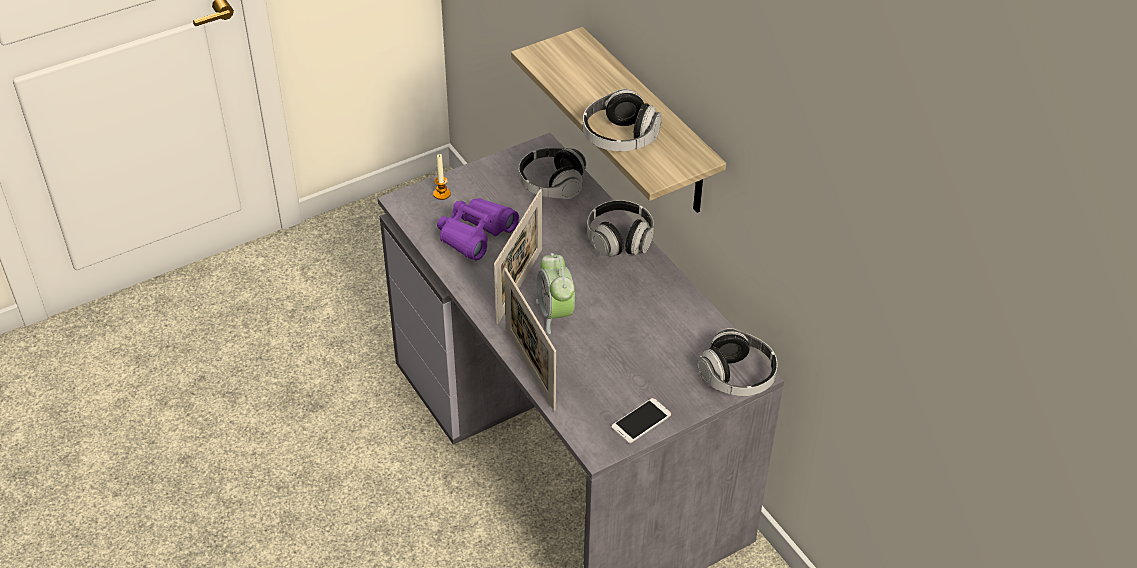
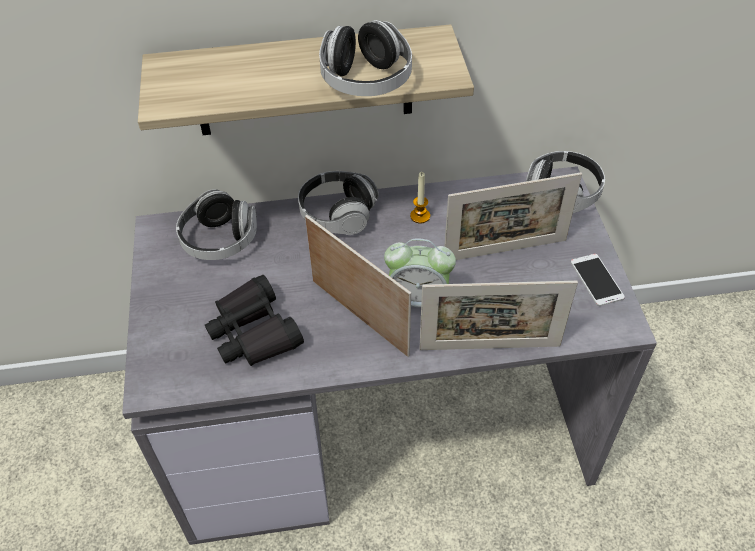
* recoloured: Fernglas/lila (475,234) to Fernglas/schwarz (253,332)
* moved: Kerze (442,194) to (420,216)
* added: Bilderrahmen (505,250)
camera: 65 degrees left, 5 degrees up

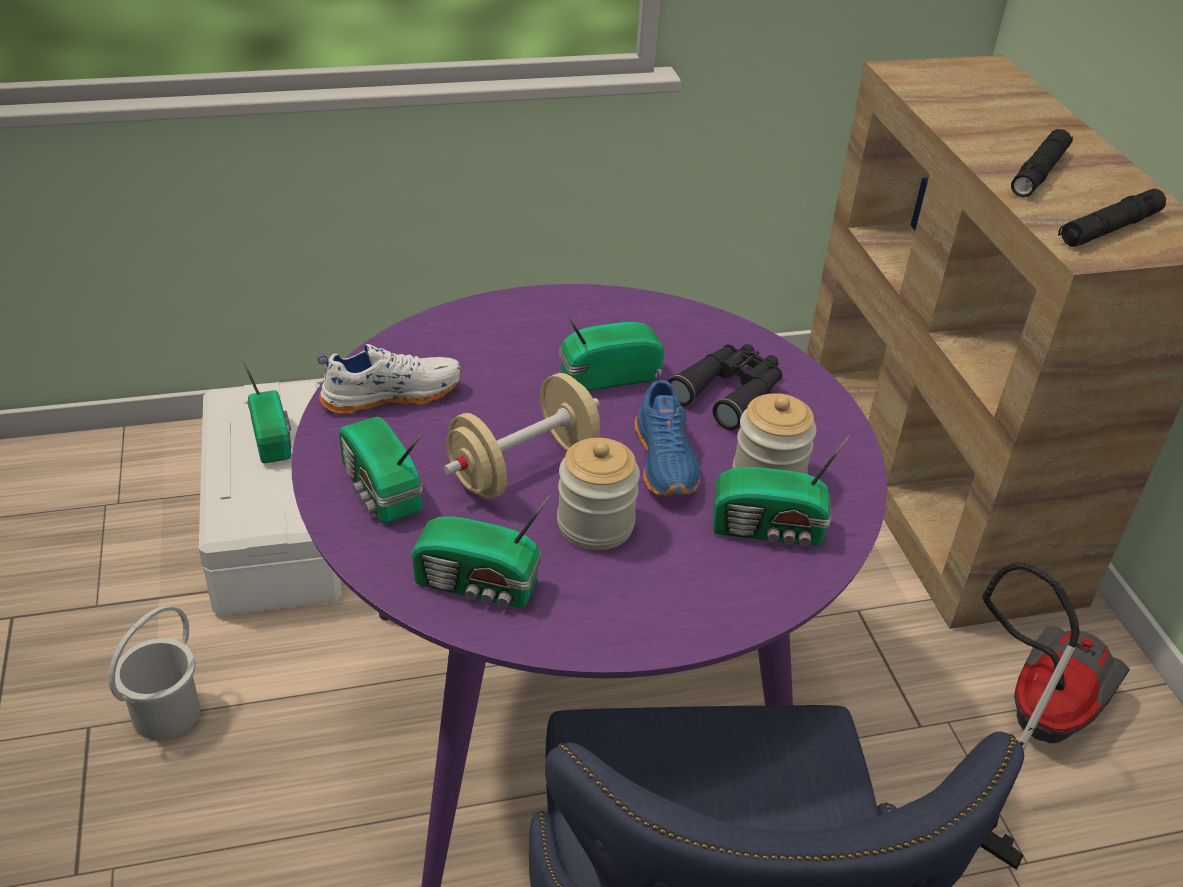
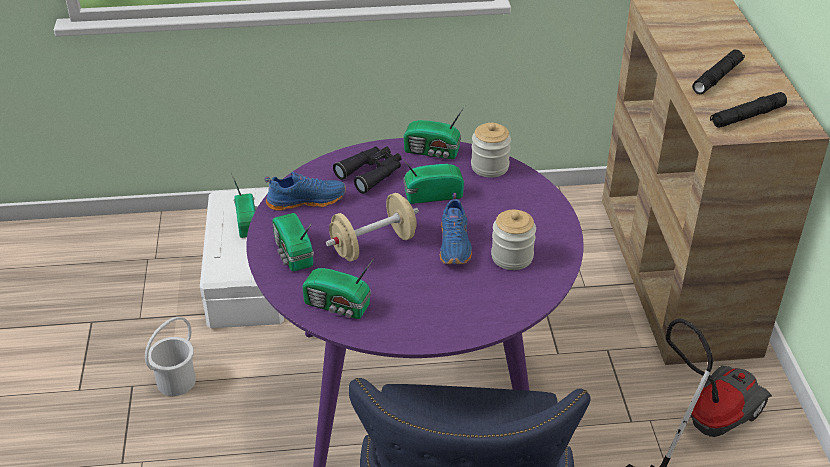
* recoloured: Schuh/weiß (391,394) to Schuh/blau (306,200)
* moved: Fernglas/schwarz (730,392) to (371,173)
* moved: Radio (770,529) to (433,152)
* moved: Vorratsglas (595,524) to (489,167)
camera: 10 degrees right, 0 degrees up

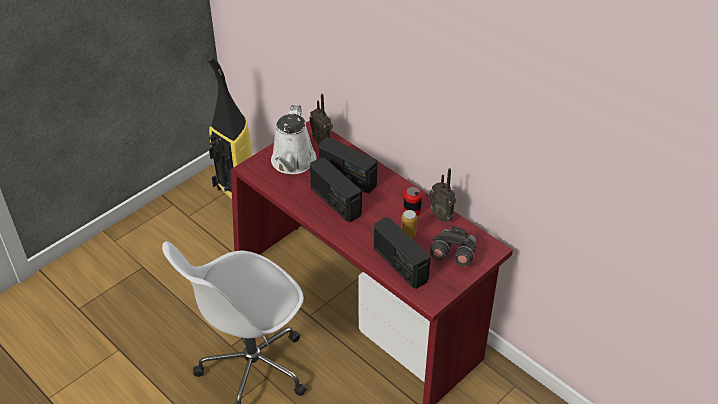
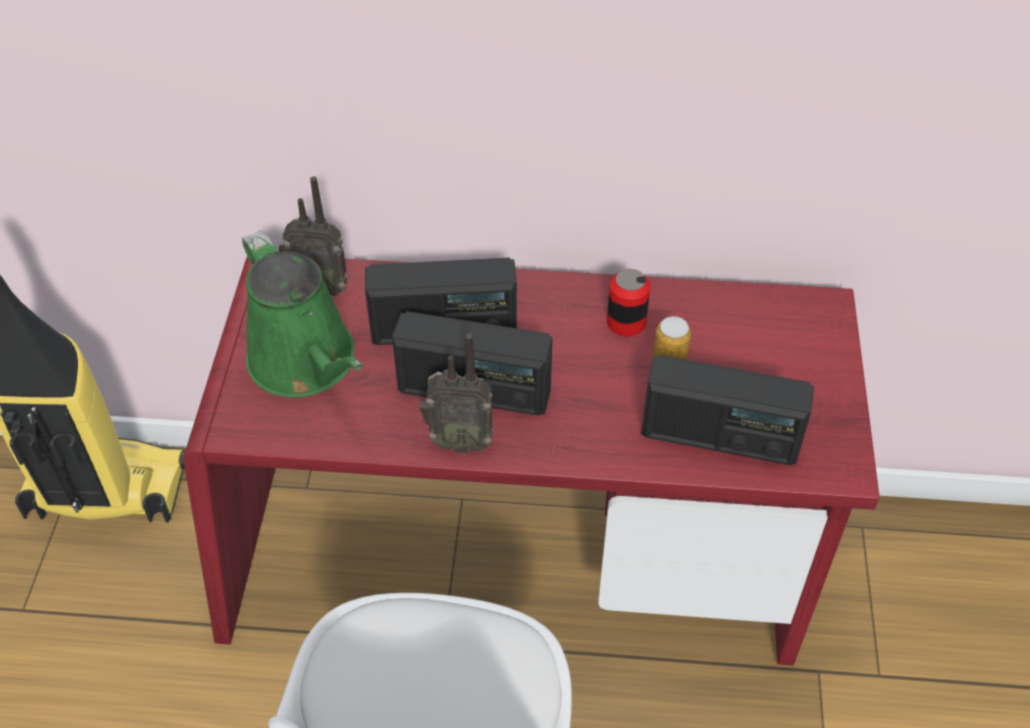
* recoloured: Gießkanne/weiß (292,163) to Gießkanne/grün (307,364)
* moved: Radio (442,216) to (459,441)
* removed: Fernglas/grau (452,255)
camera: 40 degrees left, 5 degrees up

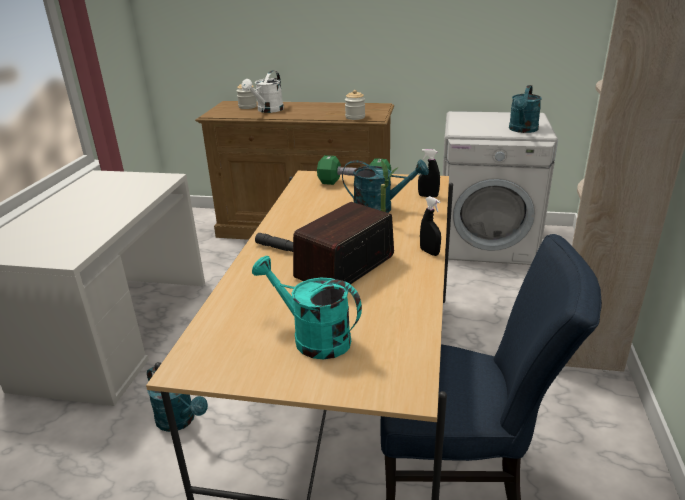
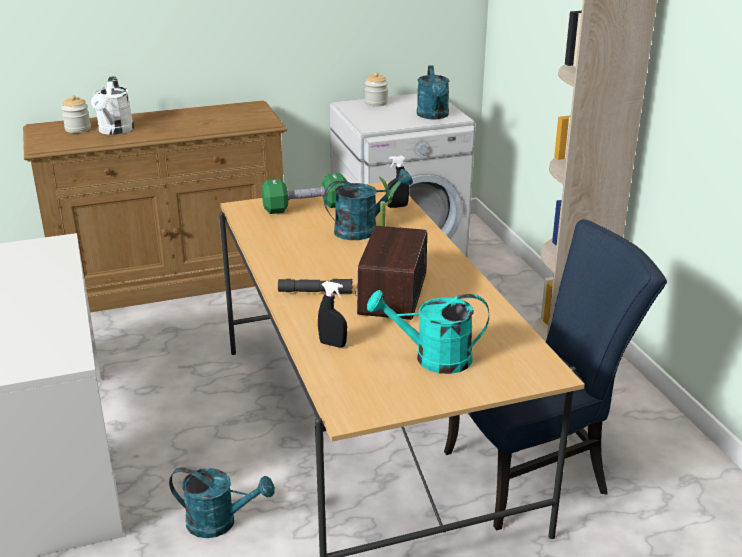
* moved: Sprühflasche/schwarz (429,252) to (332,344)
* moved: Vorratsglas (355,117) to (376,103)
camera: 30 degrees left, 0 degrees up

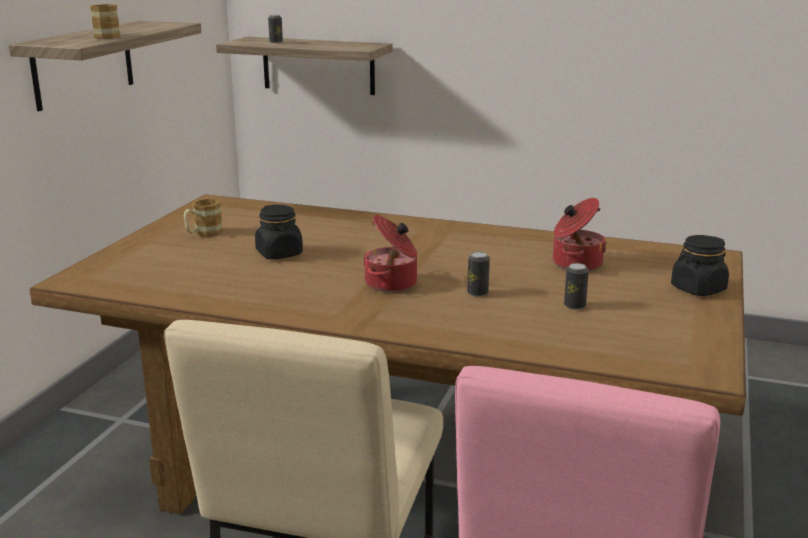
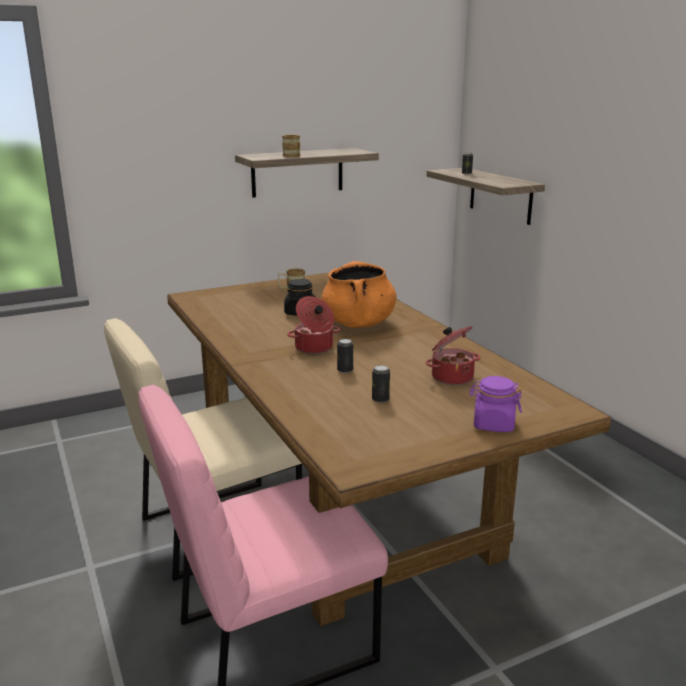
* added: Kochtopf/orange (358,323)
* recoloured: Vorratsglas/schwarz (698,289) to Vorratsglas/lila (493,424)
camera: 45 degrees right, 0 degrees up

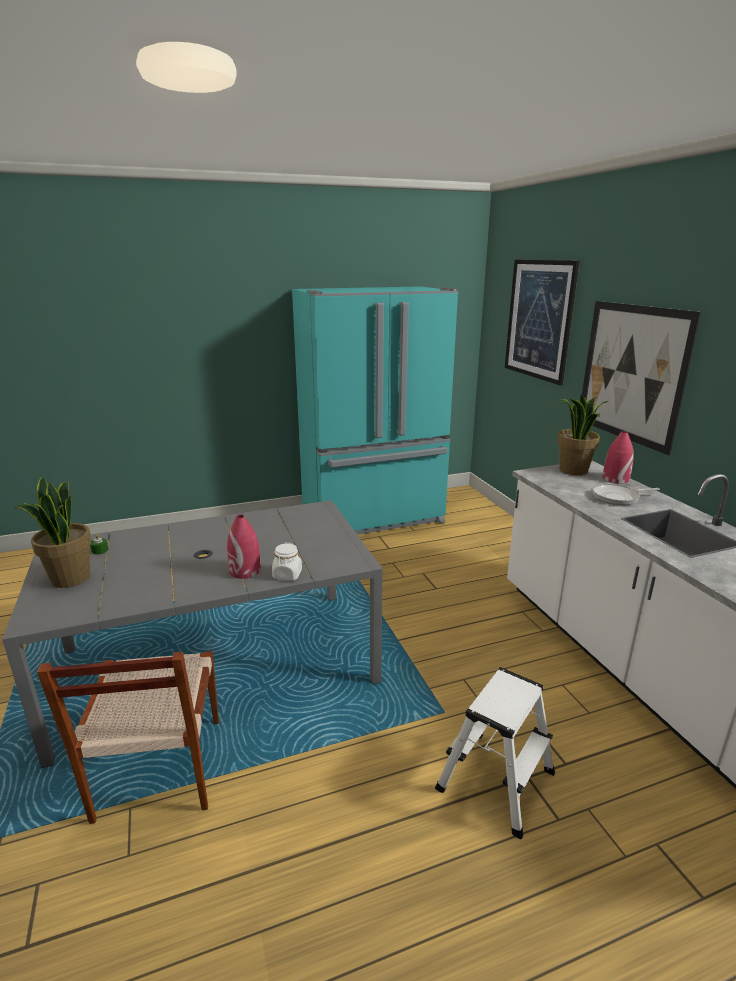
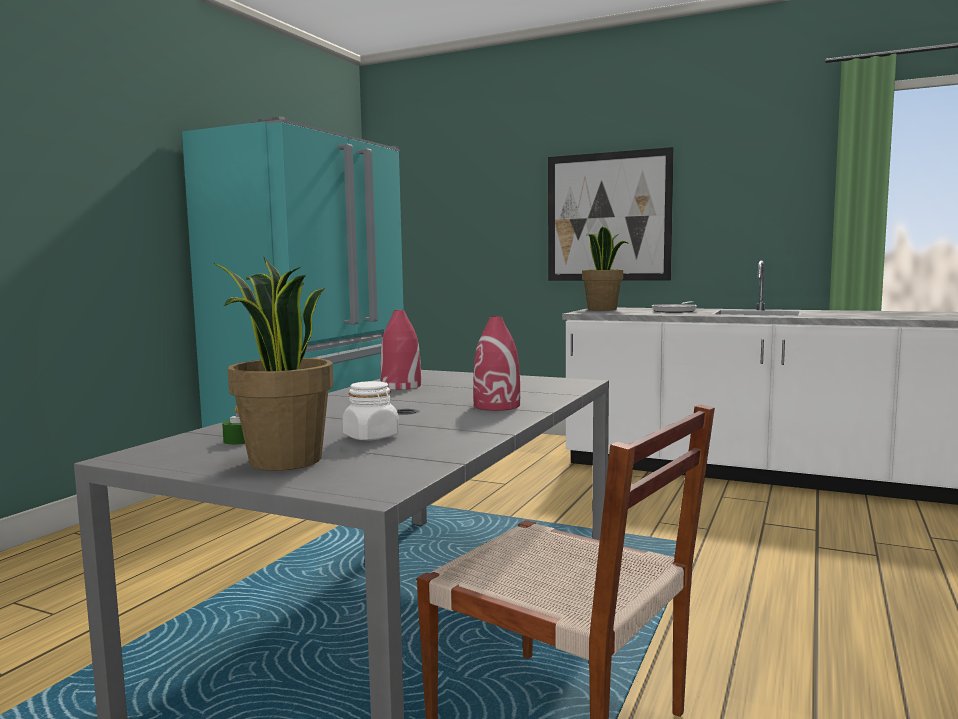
* moved: Vorratsglas/weiß (287,575) to (371,437)
* moved: Vase/rot (615,479) to (400,386)
* removed: Trittleiter/weiß (495,781)
* removed: Bild (539,320)
camera: 45 degrees left, 15 degrees down

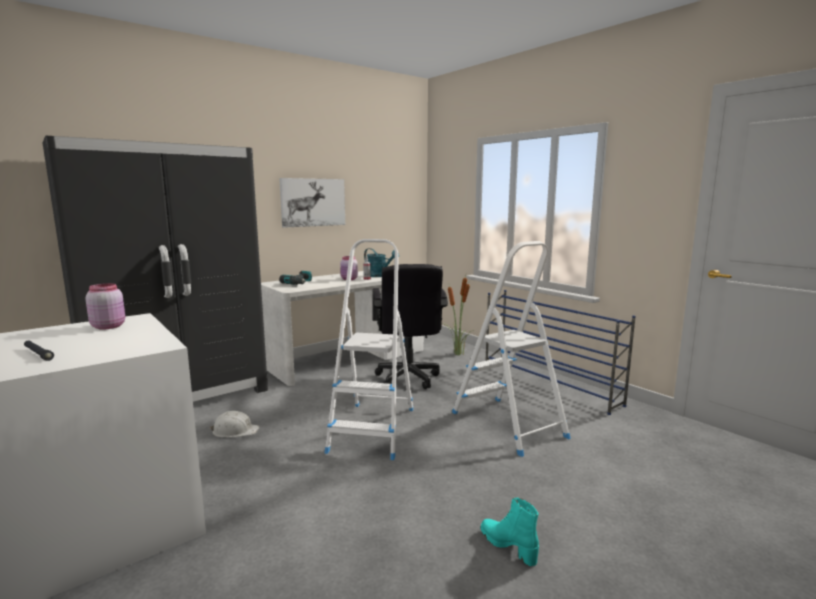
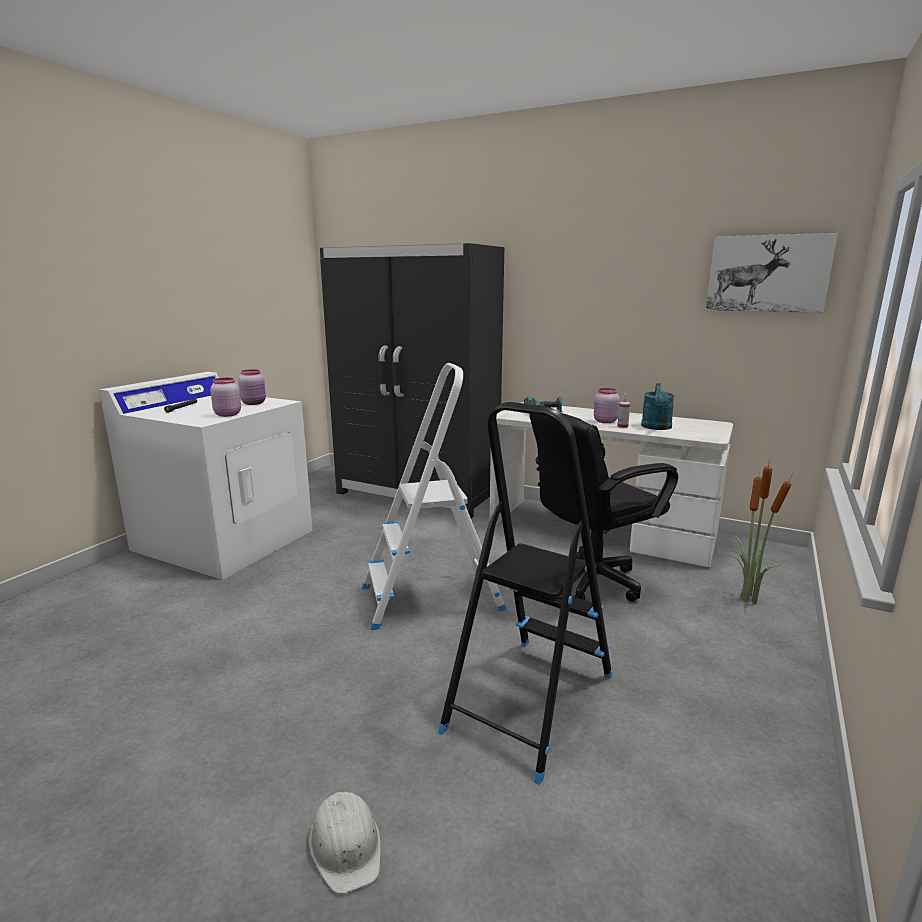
* added: Vorratsglas/rosa (227,414)
* moved: Schutzhelm/weiß (235,431) to (346,845)
* recoloured: Trittleiter/weiß (506,424) to Trittleiter/schwarz (532,700)
* moved: Bild (312,202) to (767,273)
* removed: Stiefel/türkis (508,546)
* removed: Schuhregal/blau (548,385)
camera: 65 degrees right, 5 degrees up

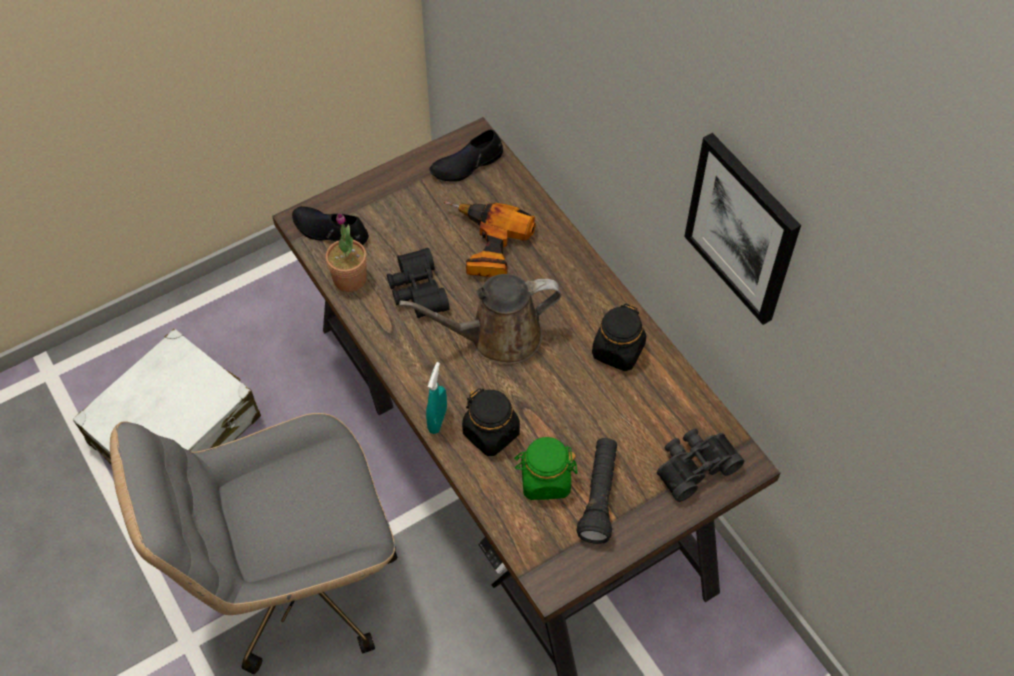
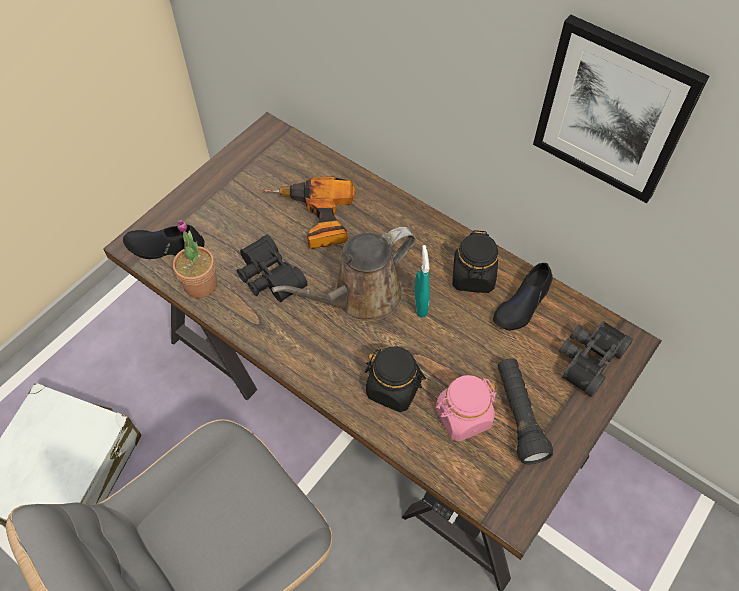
* moved: Sprühflasche/türkis (437,420) to (420,305)
* recoloured: Vorratsglas/grün (545,480) to Vorratsglas/rosa (463,417)
* moved: Schuh/schwarz (467,164) to (522,304)
camera: 20 degrees left, 0 degrees up

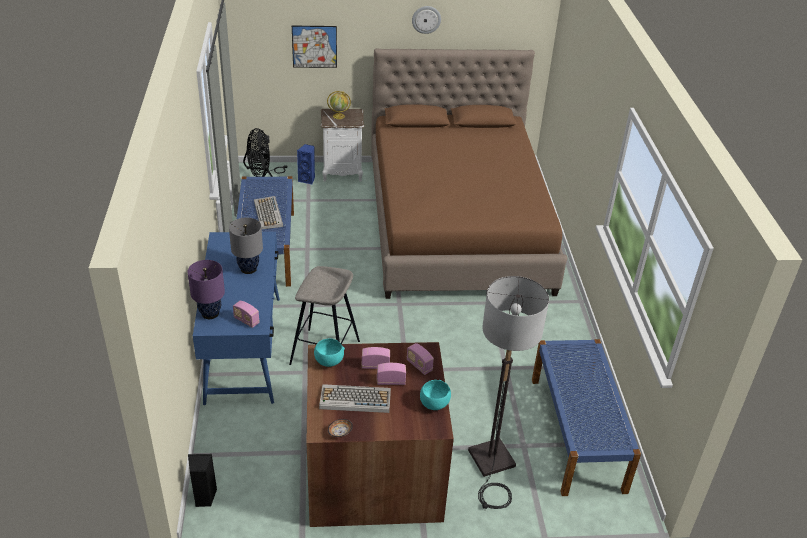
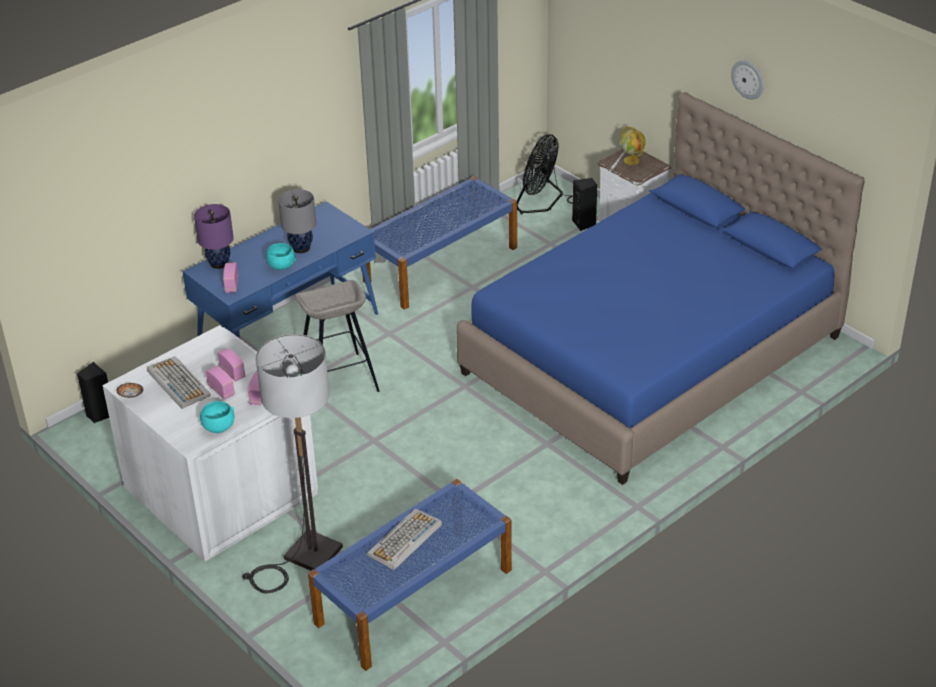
* recoloured: Kommode/braun (373,471) to Kommode/weiß (222,489)
* moved: Schüssel/türkis (328,361) to (281,266)
* moved: Tastatur (268,214) to (404,540)
* recoloured: Bett/braun (457,224) to Bett/blau (652,355)
* recoloured: Lautsprecher/blau (307,180) to Lautsprecher/schwarz (584,224)
* removed: Bild (314,46)
camera: 55 degrees right, 0 degrees up

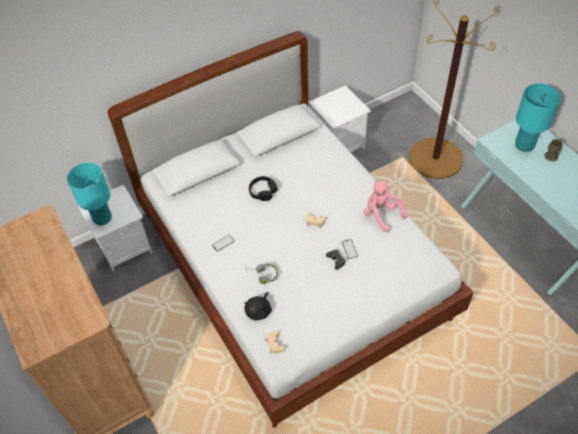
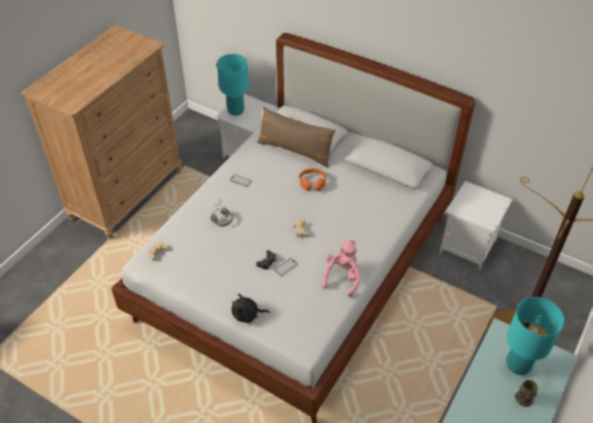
* moved: Plüschtier/schwarz (259,311) to (247,315)
* added: Kissen/braun (295,151)
* recoloured: Kopfhörer/schwarz (263,191) to Kopfhörer/orange (312,183)
camera: 60 degrees right, 5 degrees down

